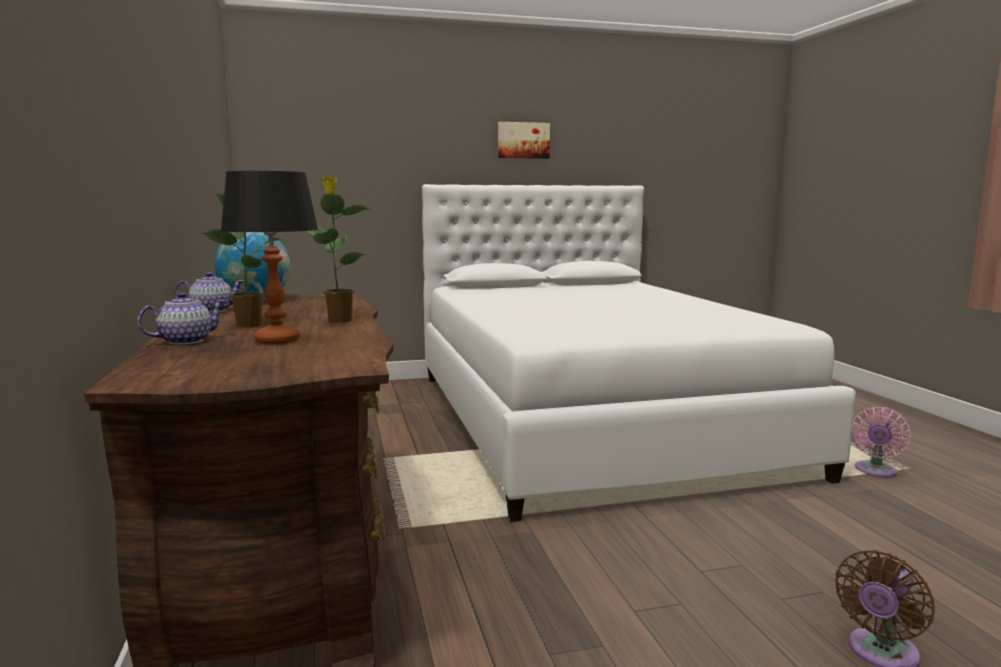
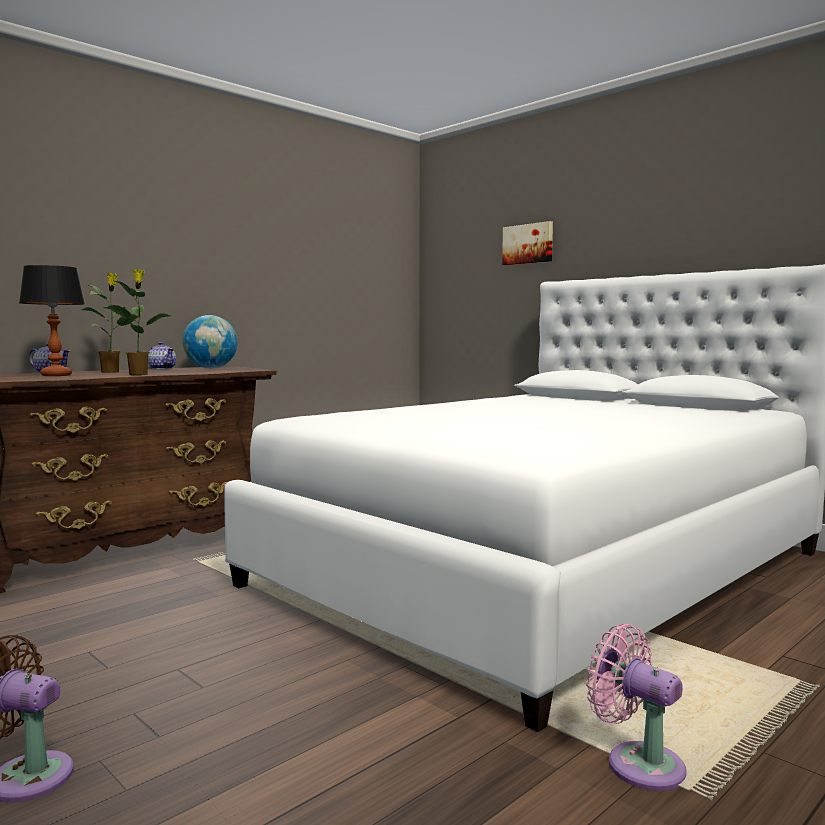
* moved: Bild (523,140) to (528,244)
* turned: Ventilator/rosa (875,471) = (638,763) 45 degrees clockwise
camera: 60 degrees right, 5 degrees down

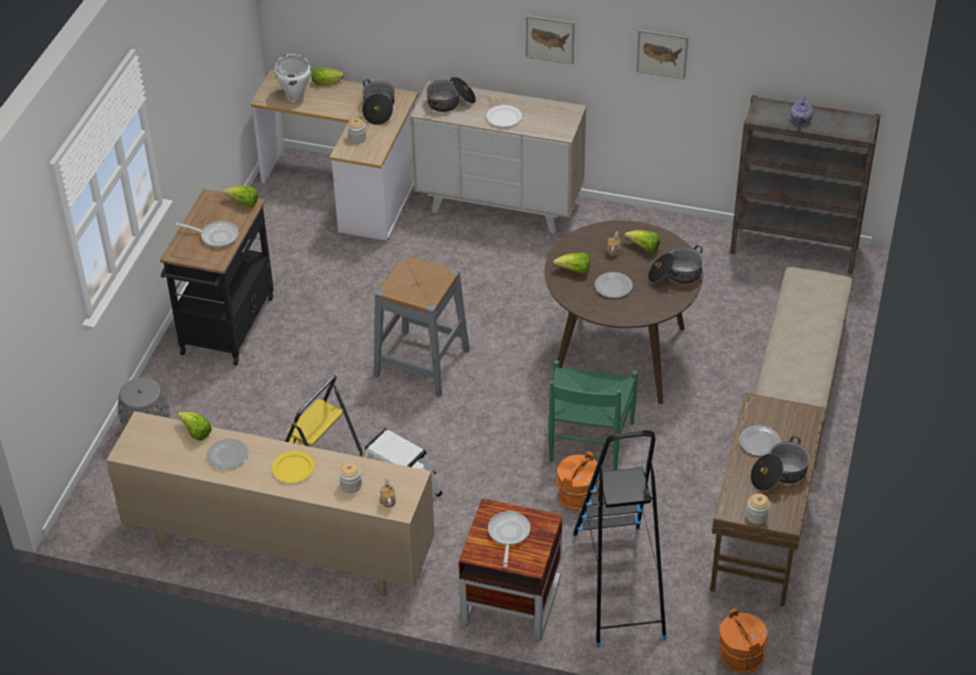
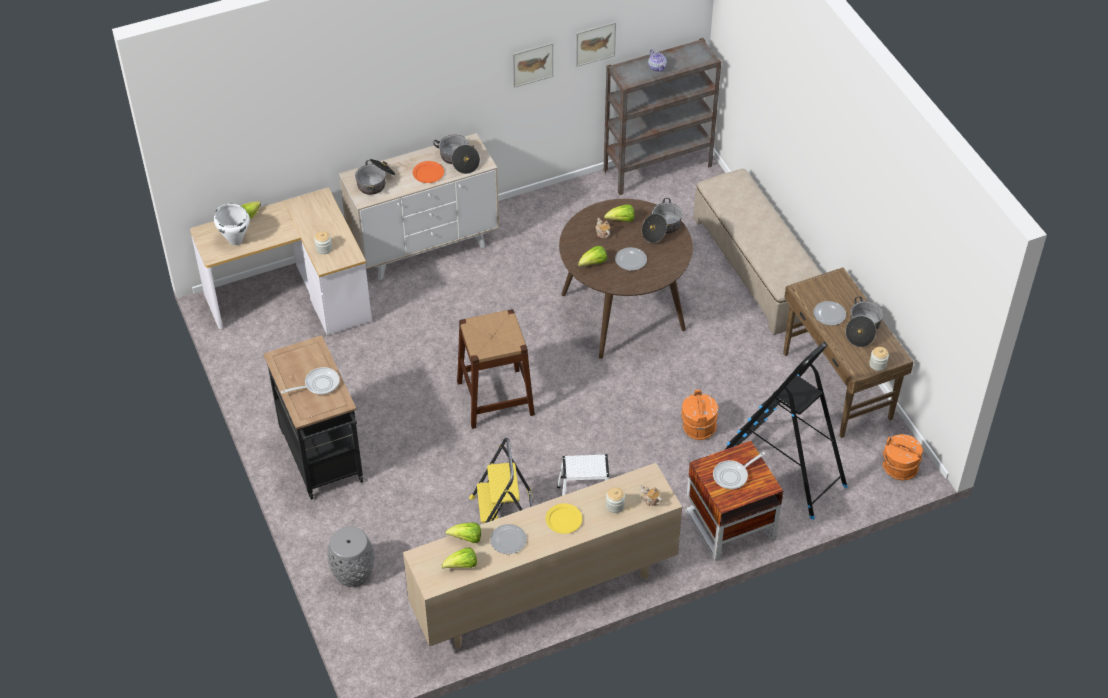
* recoloured: Teller/weiß (503,117) to Teller/orange (428,173)
* moved: Kochtopf (378,109) to (458,160)
* moved: Salatkopf (243,203) to (462,566)
* recoloured: Hocker/grau (421,363) to Hocker/braun (495,398)
* moved: Bild (550,39) to (595,43)
* turned: Pfanne (508,535) = (733,475) 90 degrees counterclockwise
* removed: Stuhl/grün (588,442)
camera: 40 degrees left, 5 degrees up

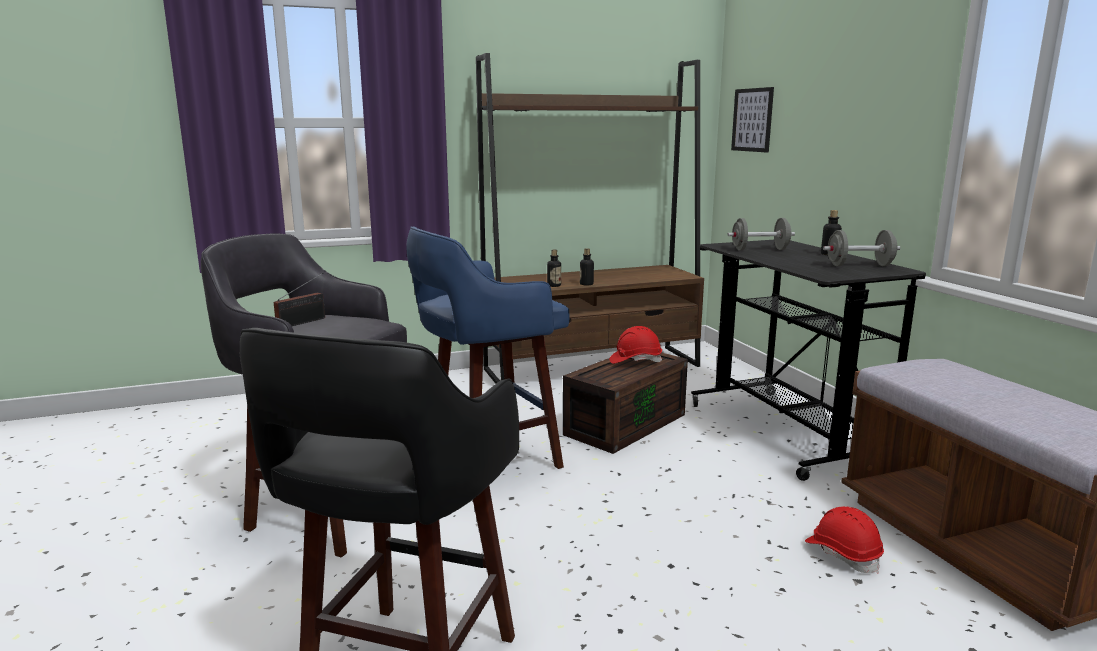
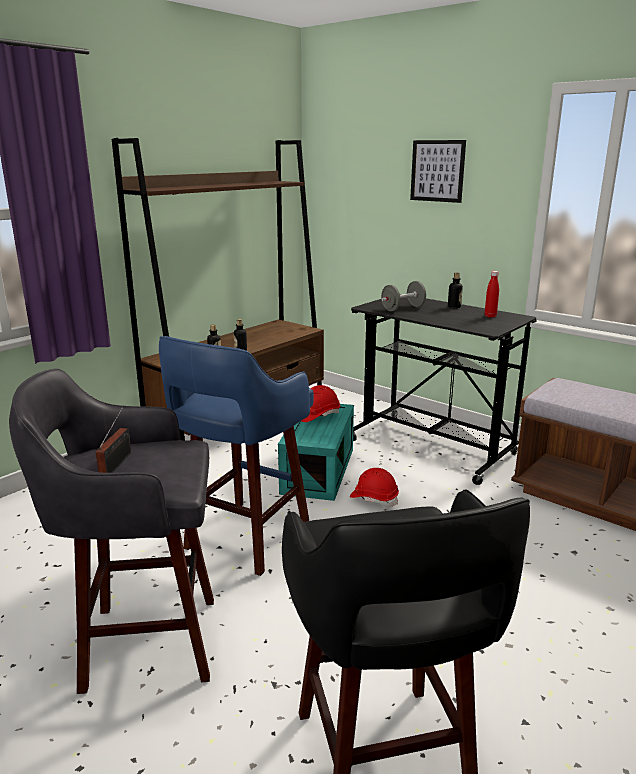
* recoloured: Aufbewahrungsbox/braun (625,423) to Aufbewahrungsbox/türkis (317,470)
* moved: Schutzhelm/rot (843,554) to (374,498)
* moved: Bild (752,120) to (437,171)
* replaced: Hantel/grau (859,265) to Flasche/rot (490,316)
camera: 30 degrees left, 5 degrees up

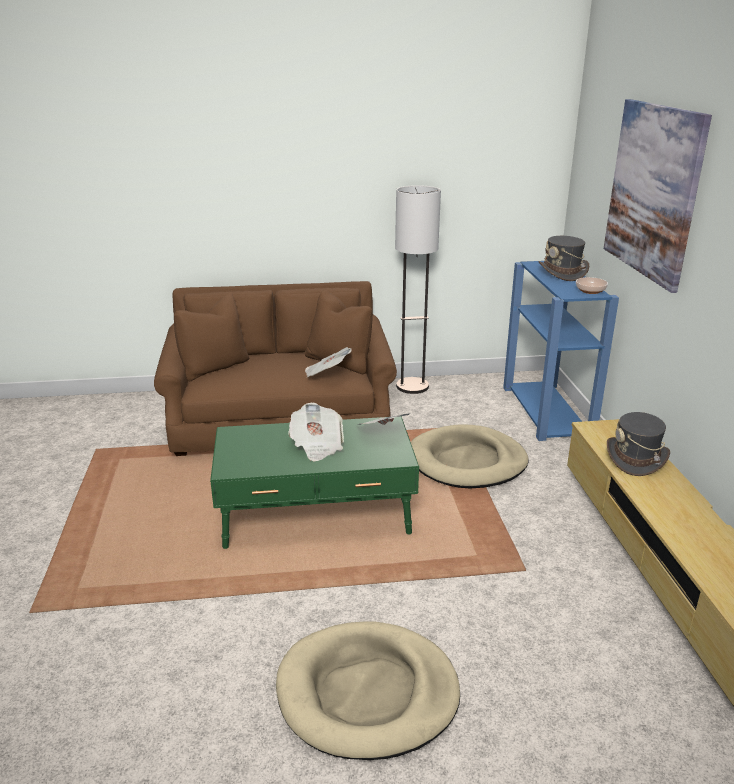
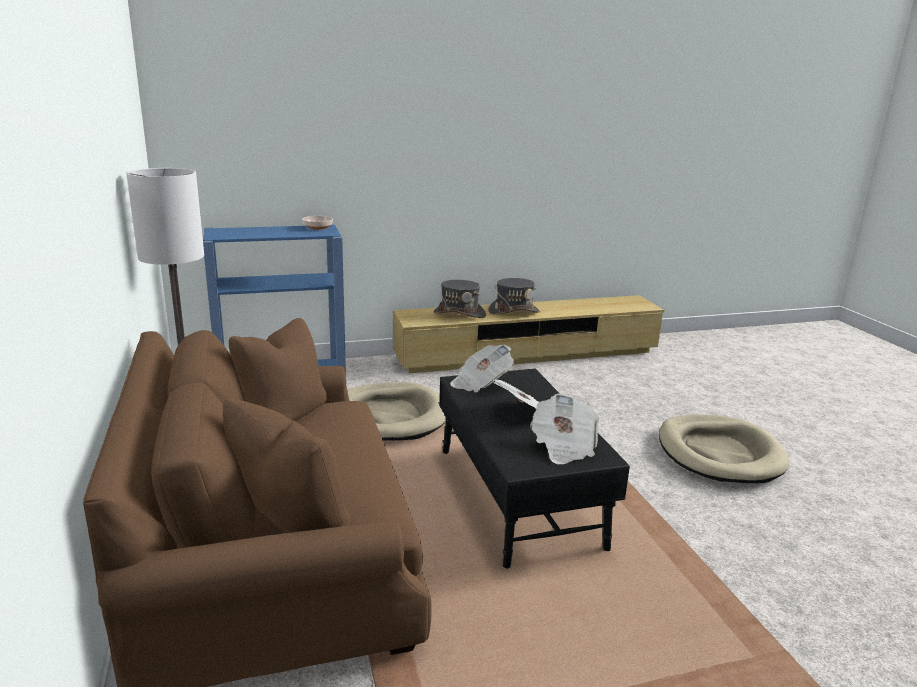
* recoloured: Couchtisch/grün (316,514) to Couchtisch/schwarz (517,496)
* moved: Hut/grau (562,272) to (514,311)
* moved: Zeitung (326,374) to (563,446)
* removed: Bild (652,191)
camera: 100 degrees left, 5 degrees down

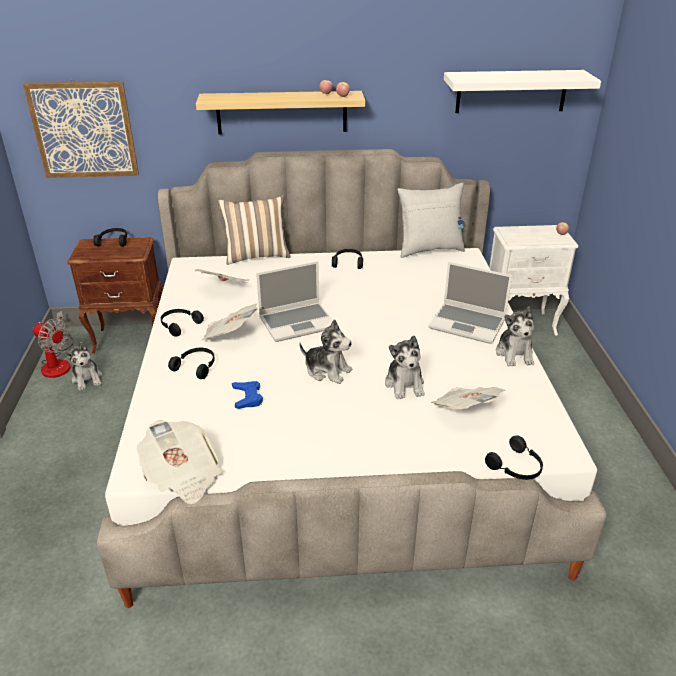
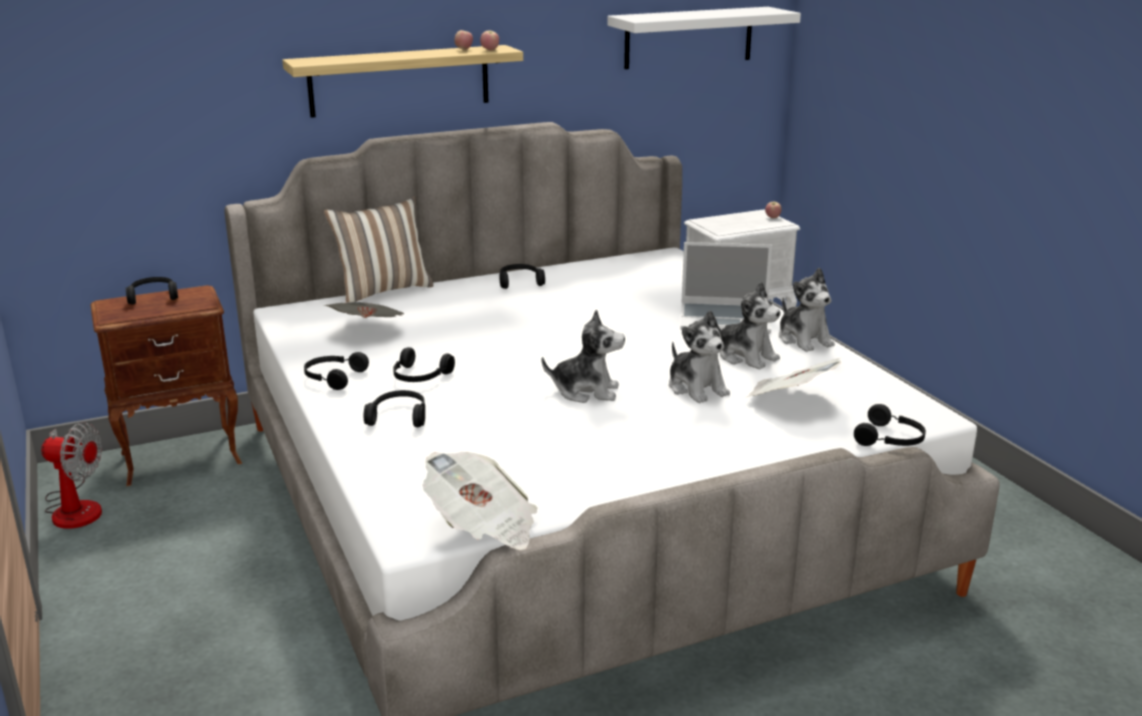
* replaced: Zeitung (230,335) to Kopfhörer/schwarz (419,377)
* moved: Plüschtier (87,379) to (746,357)
* removed: Bild (83,129)
* removed: Gamepad/blau (247,397)
* removed: Laptop (298,322)
* removed: Kissen/grau (429,250)
camera: 20 degrees left, 10 degrees down

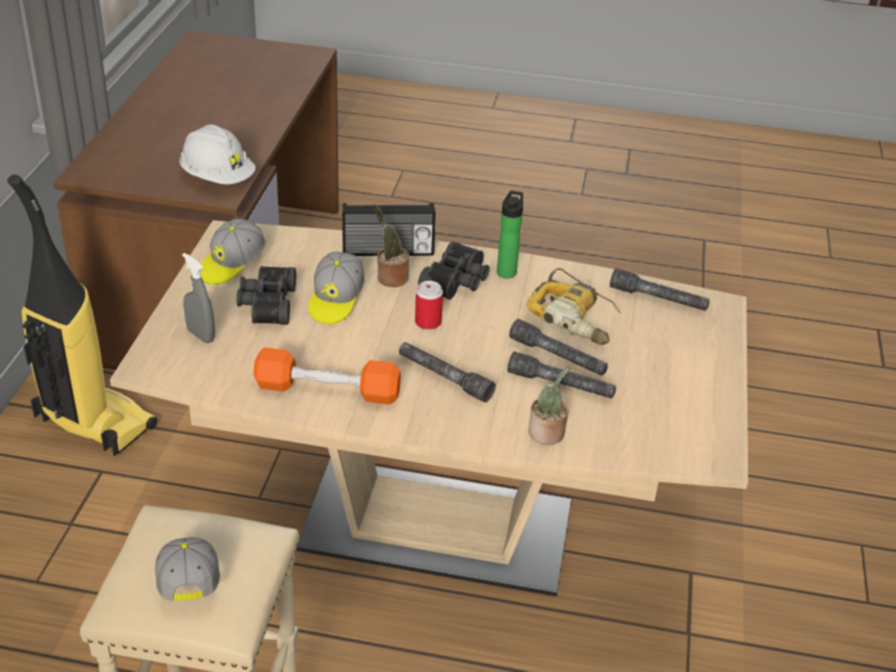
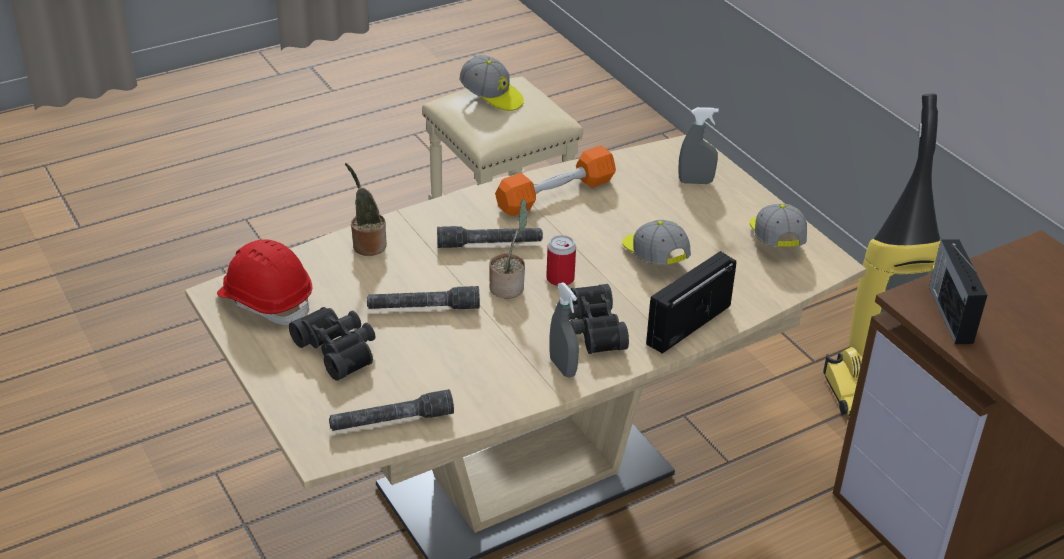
* added: Schutzhelm/rot (266,300)
* moved: Fernglas/schwarz (266,304) to (339,349)
* moved: Topfpflanze (390,278) to (509,286)
* replaced: Flasche (507,271) to Sprühflasche/grau (562,367)
* replaced: Schutzhelm/weiß (217,178) to Radio (950,313)
* removed: Taschenlampe/grau (561,385)
* removed: Bohrmaschine (576,317)
camera: 140 degrees right, 0 degrees up

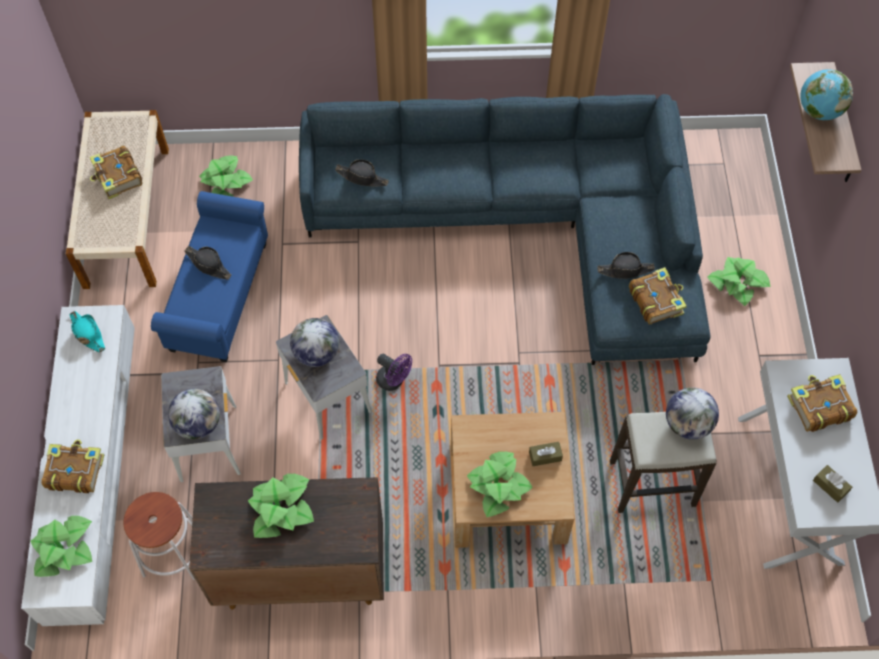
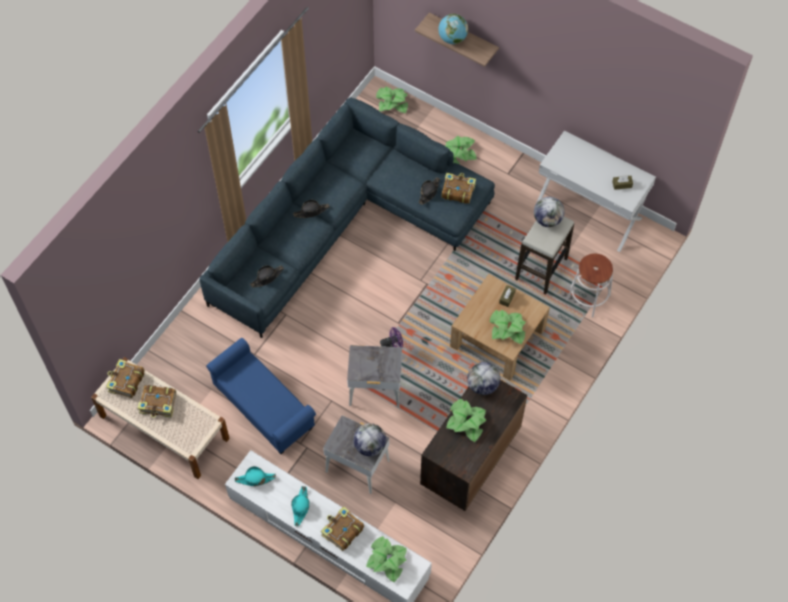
* moved: Buch (818,407) to (126,382)
* added: Hut/türkis (300,507)
* moved: Hut/schwarz (208,265) to (311,211)
* moved: Topfpflanze (226,182) to (392,102)
* moved: Globus (316,353) to (482,385)
* moved: Hocker/weiß (173,553) to (588,298)
camera: 55 degrees left, 0 degrees up

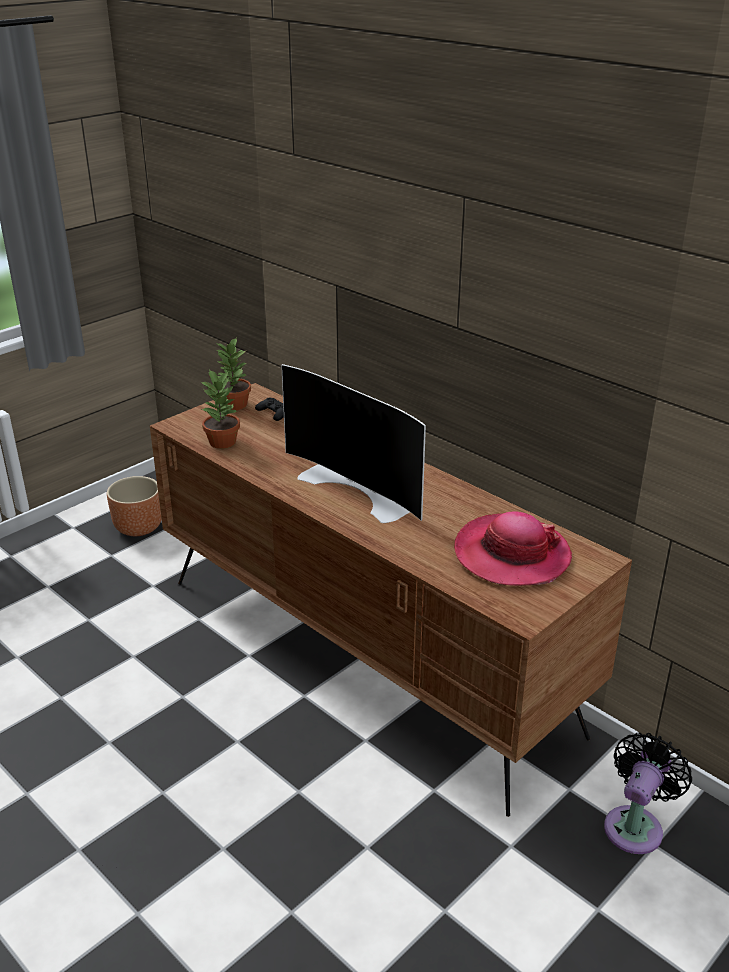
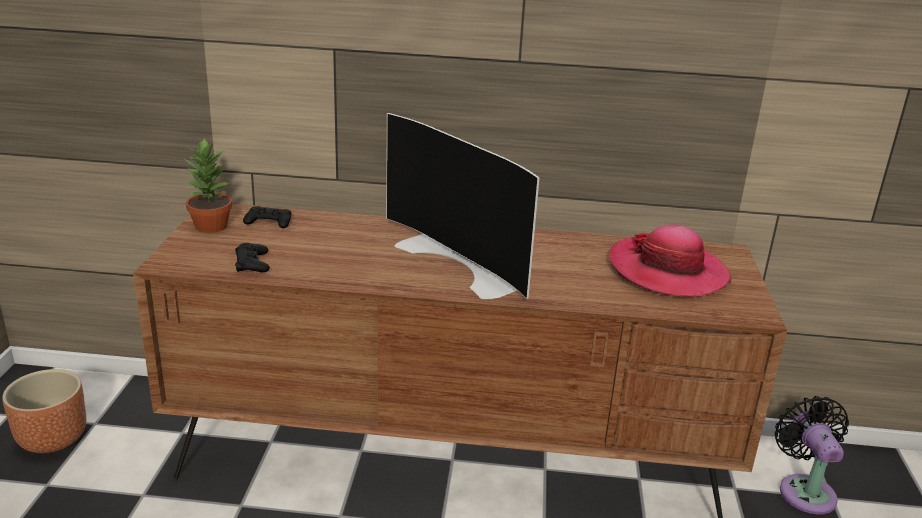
* replaced: Topfpflanze (223,441) to Gamepad/schwarz (252,263)
* turned: Fernseher (359,489) = (462,262) 45 degrees clockwise
camera: 40 degrees left, 5 degrees down

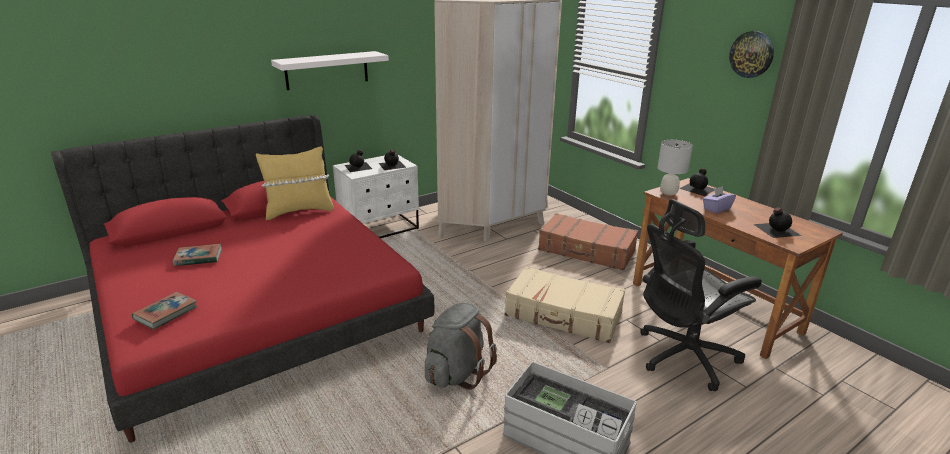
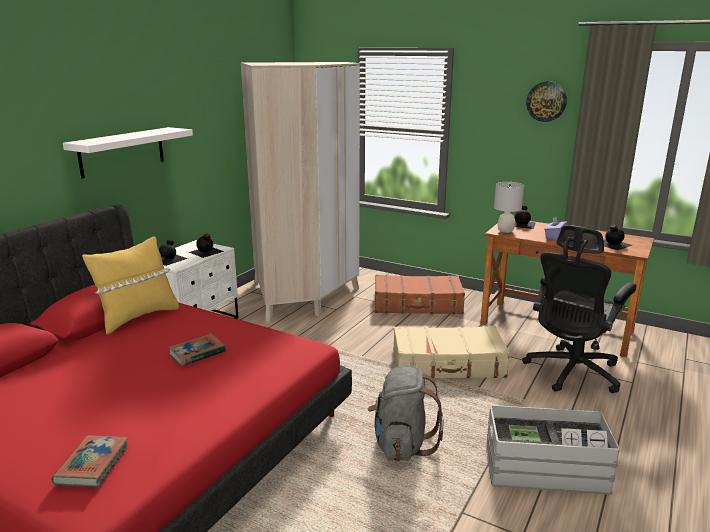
* moved: Buch (198,258) to (197,353)
camera: 25 degrees left, 5 degrees down

